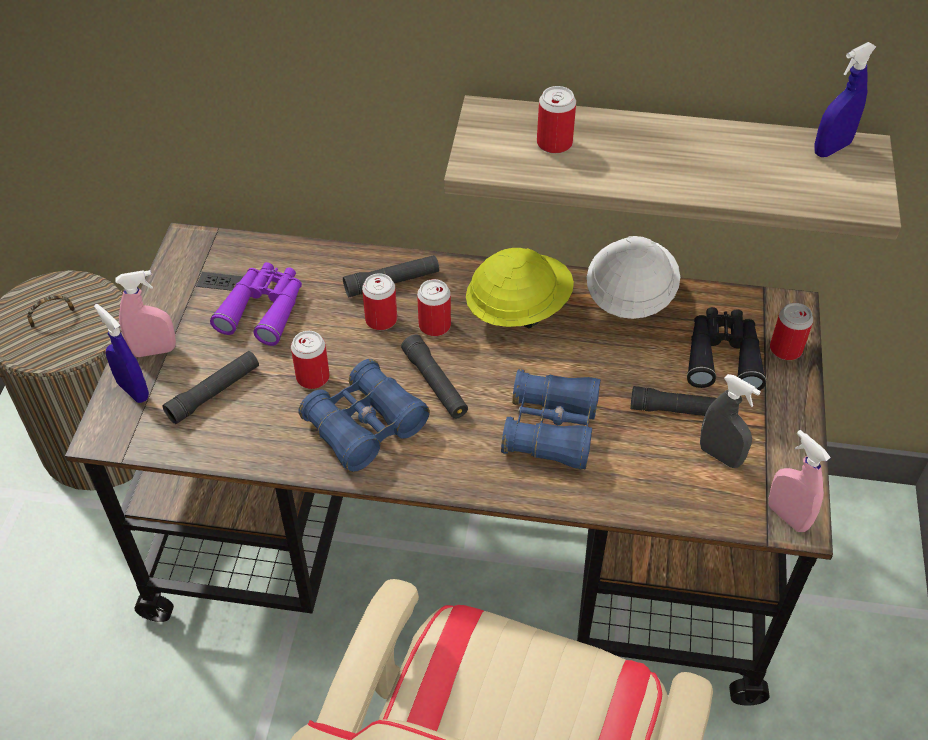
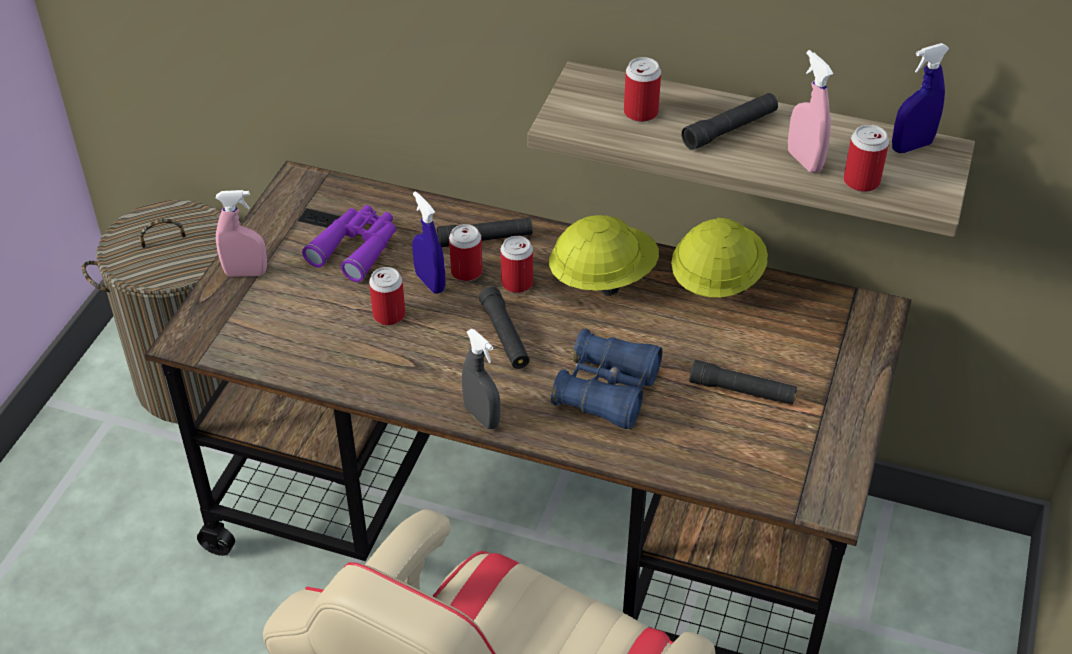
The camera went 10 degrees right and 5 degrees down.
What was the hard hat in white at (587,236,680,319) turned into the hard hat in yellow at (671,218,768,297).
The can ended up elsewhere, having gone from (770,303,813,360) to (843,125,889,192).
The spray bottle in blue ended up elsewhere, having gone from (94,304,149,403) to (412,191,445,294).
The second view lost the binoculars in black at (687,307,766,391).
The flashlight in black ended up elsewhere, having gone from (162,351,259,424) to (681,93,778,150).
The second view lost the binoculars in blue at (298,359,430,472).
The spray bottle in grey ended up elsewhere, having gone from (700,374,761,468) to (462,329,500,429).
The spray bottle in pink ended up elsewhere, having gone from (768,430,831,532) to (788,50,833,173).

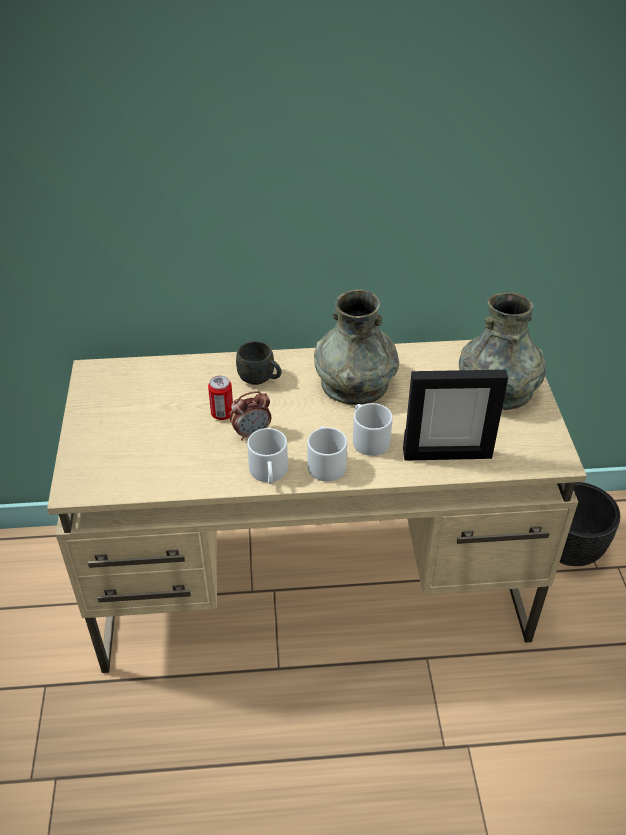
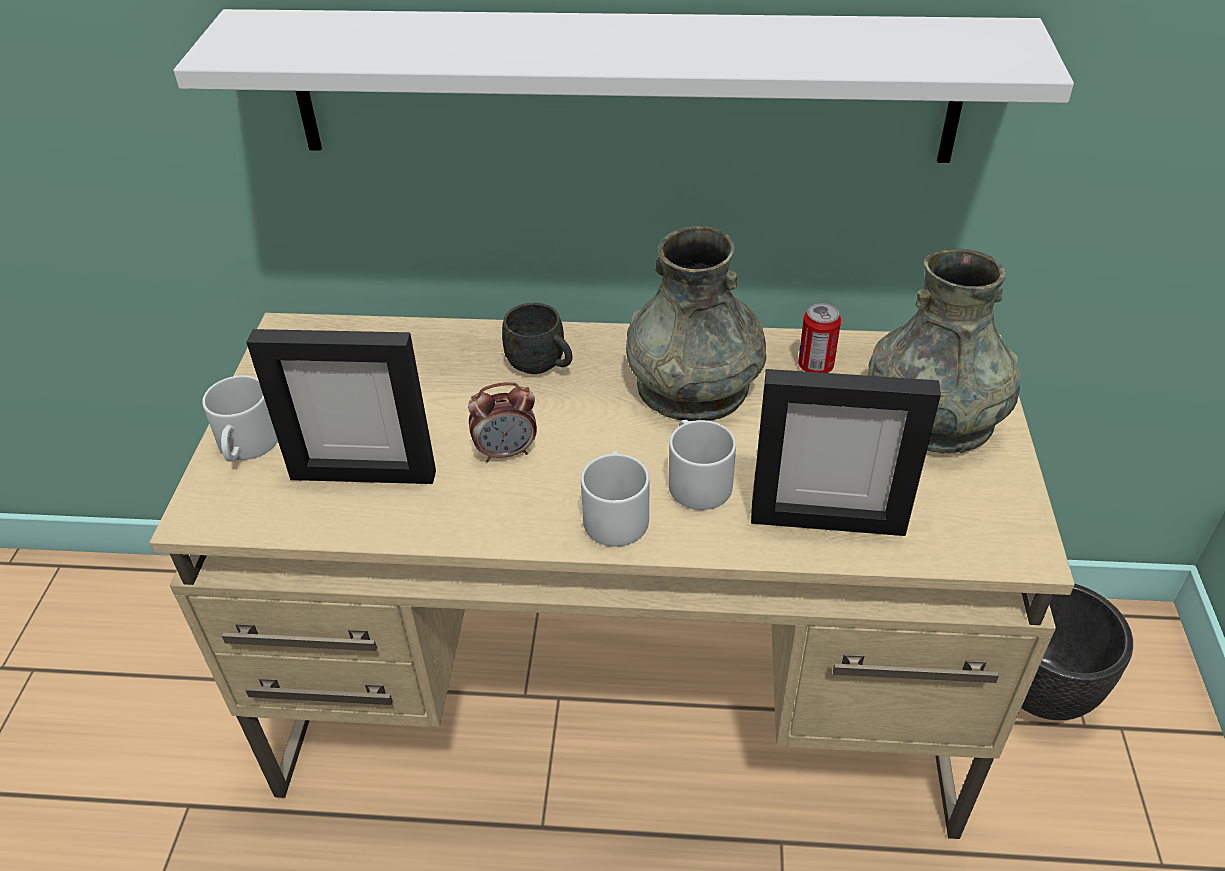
The camera went 10 degrees right and 0 degrees up.
The can ended up elsewhere, having gone from (208,376,233,420) to (798,303,841,373).
The mug in white ended up elsewhere, having gone from (247,428,288,484) to (202,376,278,462).
The second view gained the shelf in white at (174,9,1074,163).
The second view gained the picture frame at (246,329,436,484).

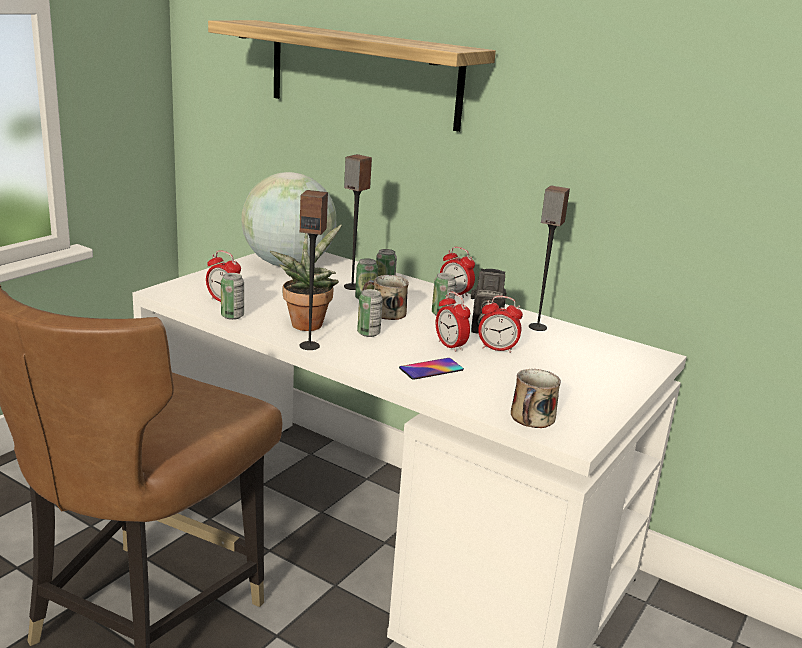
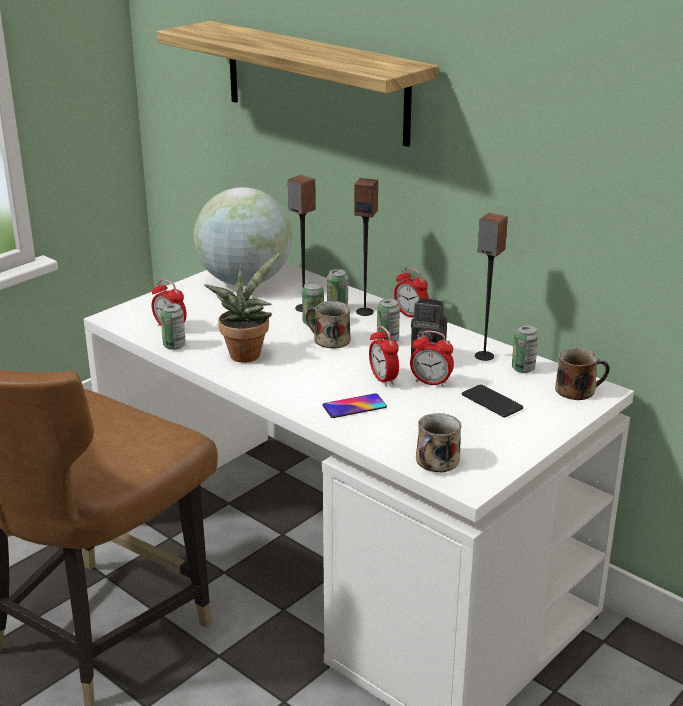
The camera went 10 degrees right and 5 degrees up.
The speaker ended up elsewhere, having gone from (299,190,328,350) to (354,178,378,316).
The can ended up elsewhere, having gone from (357,289,383,337) to (512,325,538,373).
The second view gained the mug at (555,348,610,400).
The second view gained the phone at (462,384,523,418).

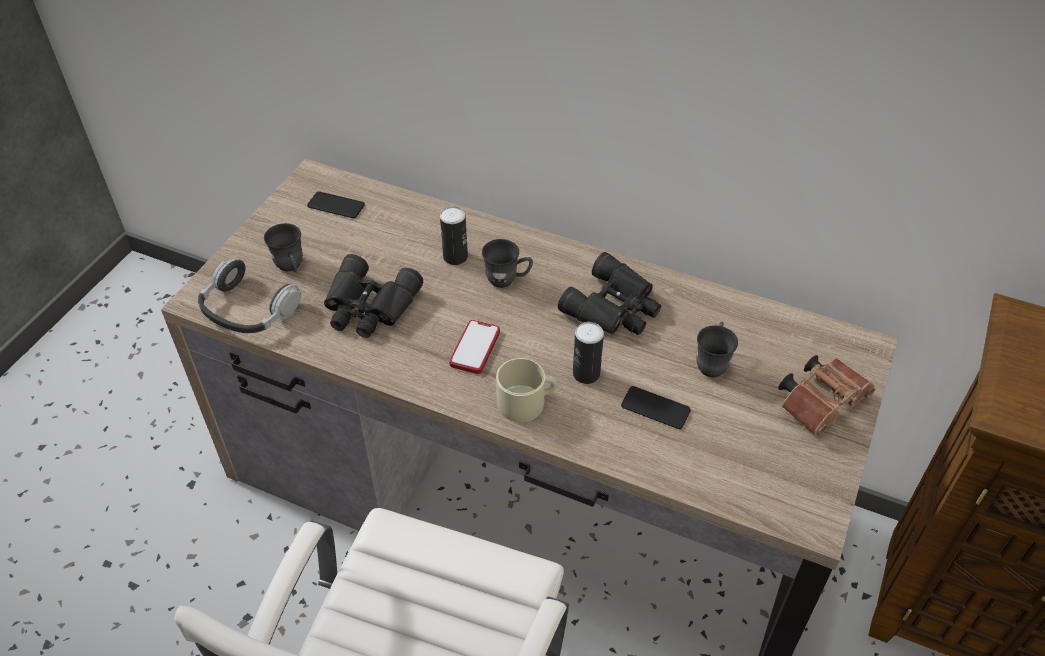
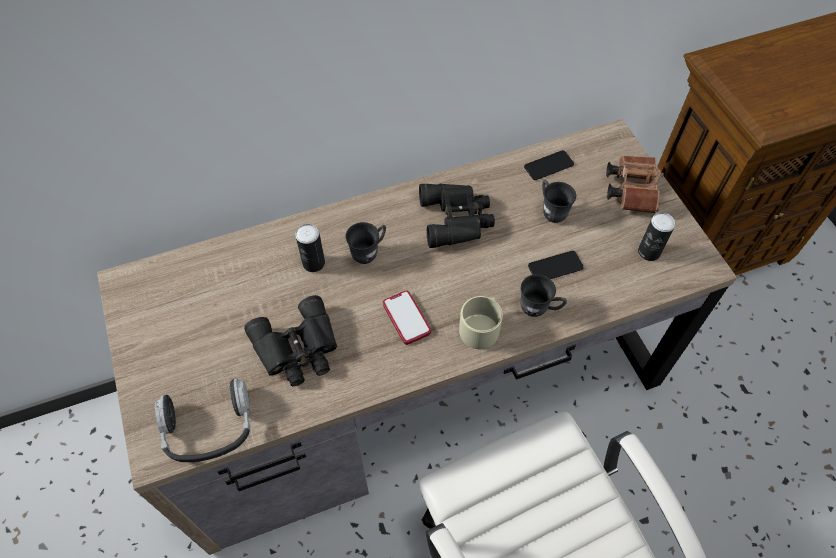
The camera went 45 degrees left and 10 degrees up.
The phone ended up elsewhere, having gone from (307,191,365,218) to (524,150,574,180).
The mug in grey ended up elsewhere, having gone from (264,223,303,272) to (520,274,567,317).
The can ended up elsewhere, having gone from (573,322,604,384) to (638,213,675,261).

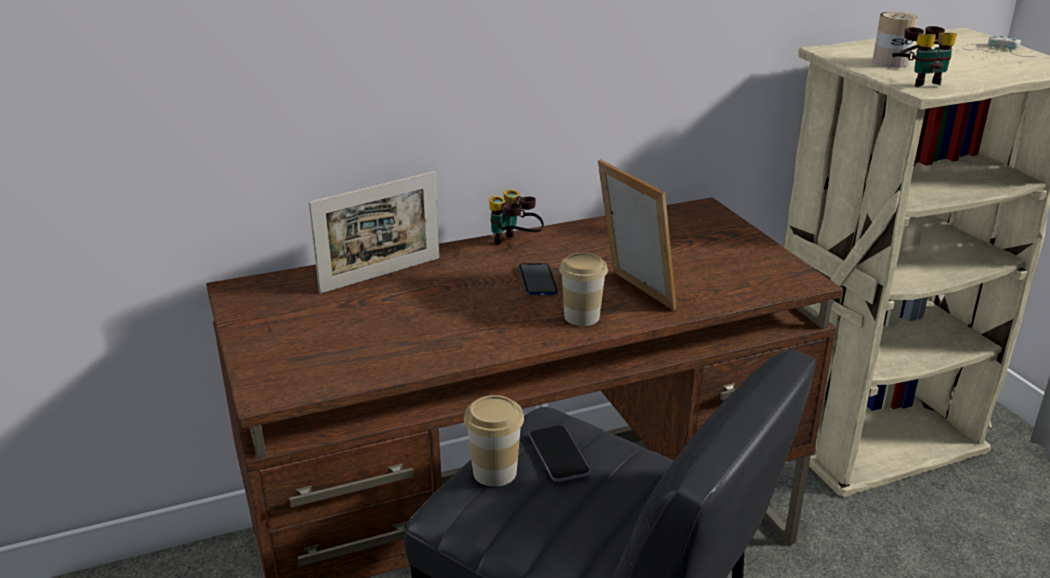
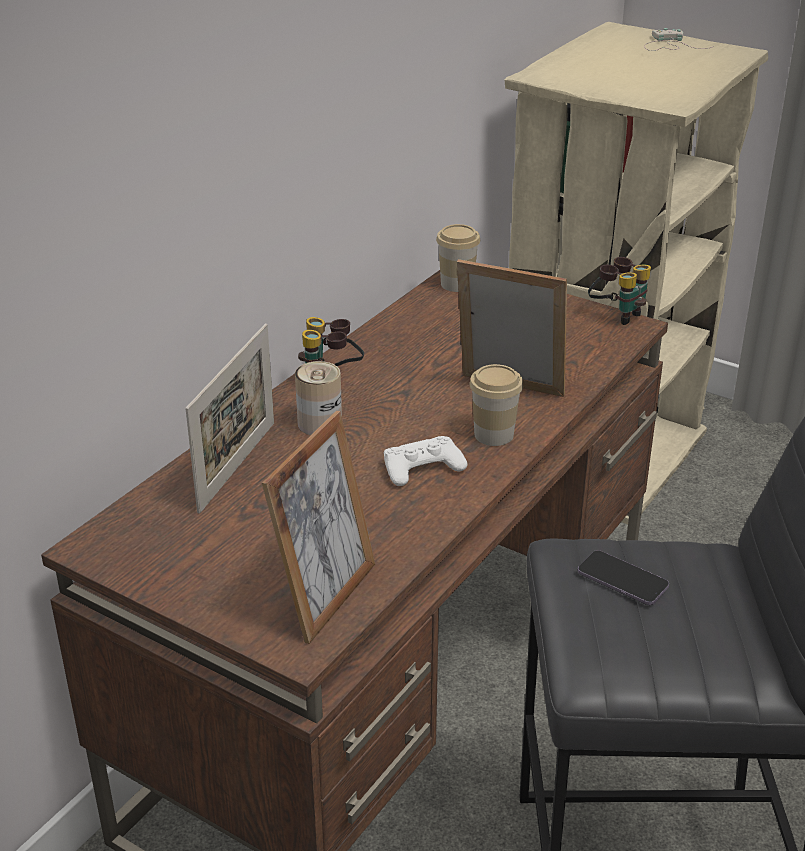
The camera went 35 degrees left and 5 degrees up.
The can ended up elsewhere, having gone from (872,11,918,68) to (295,361,342,435).
The binoculars ended up elsewhere, having gone from (892,26,957,87) to (588,257,651,325).
The second view lost the phone at (519,263,558,295).
The cup ended up elsewhere, having gone from (464,395,524,487) to (436,224,480,292).
The second view gained the picture frame at (262,411,375,644).
The second view gained the game controller in white at (384,436,467,486).

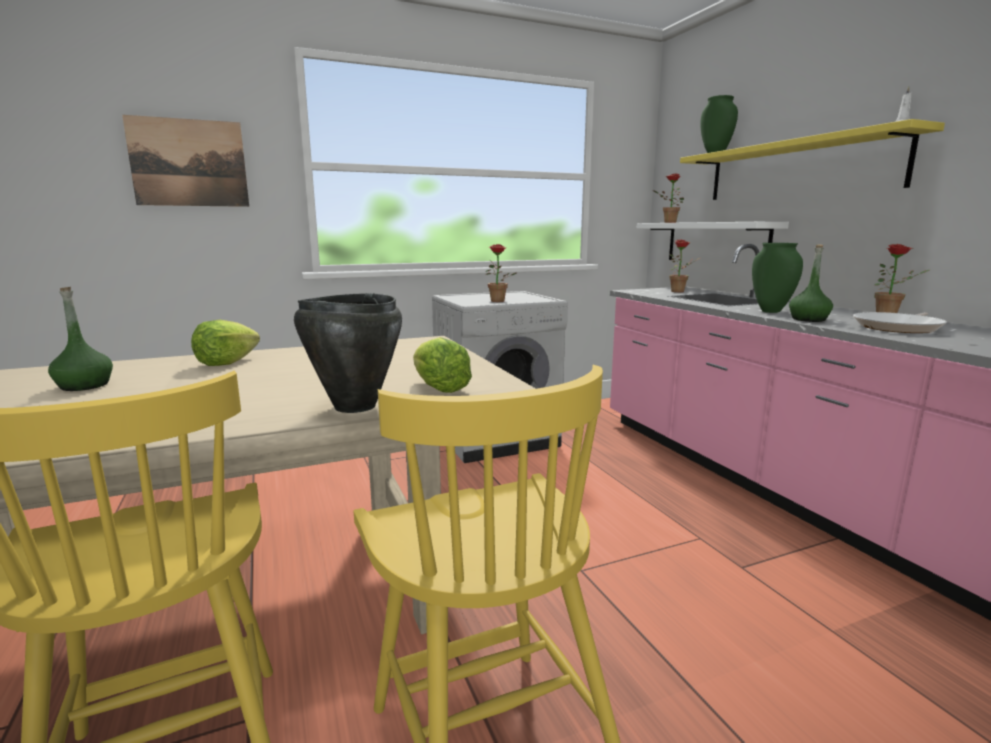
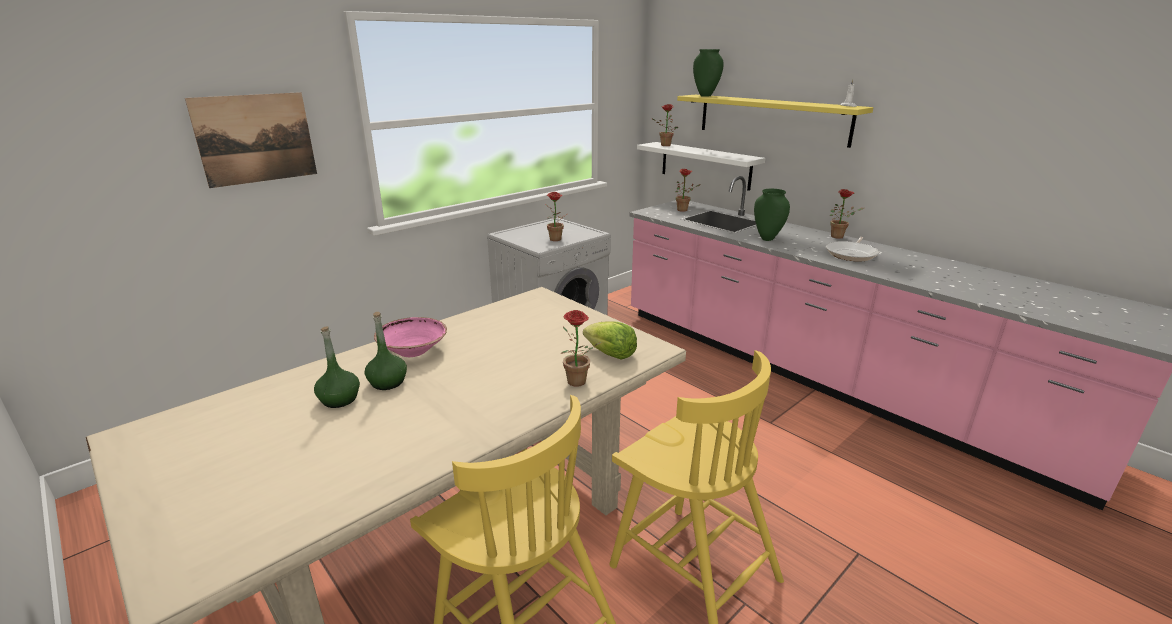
The camera went 20 degrees left and 10 degrees up.
The bottle in green ended up elsewhere, having gone from (789,245,833,322) to (364,312,407,390).
Where the cooking pot in black stood at (294,293,402,413), the potted plant came to stand at (561,310,601,387).
Where the lettuce stood at (191,320,260,366), the bowl in pink came to stand at (374,317,447,357).

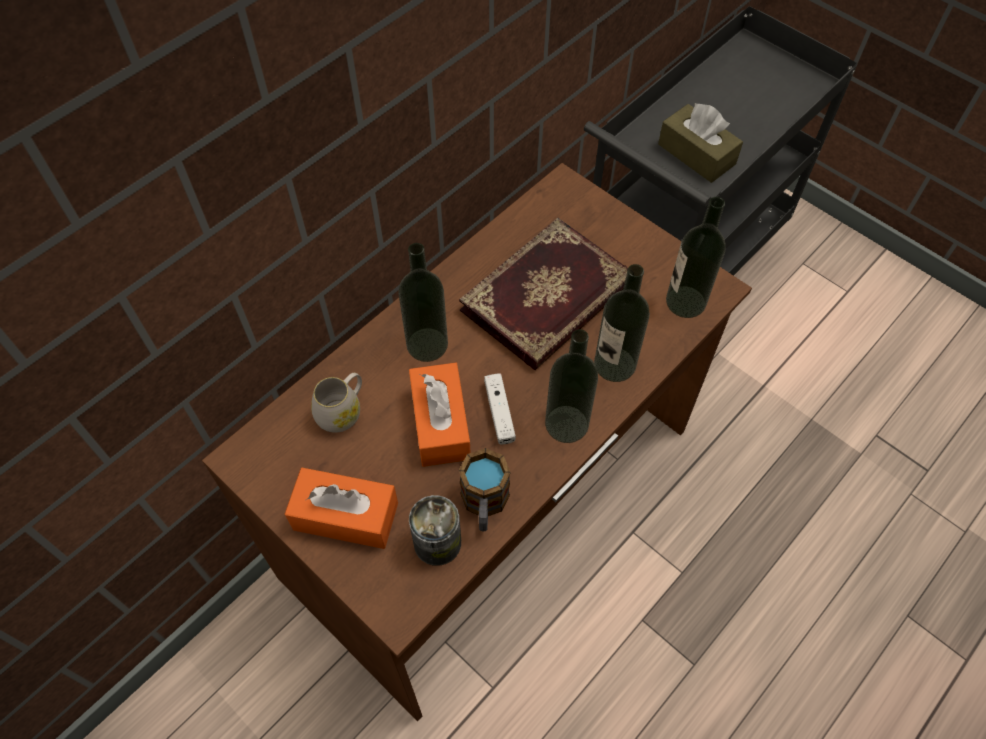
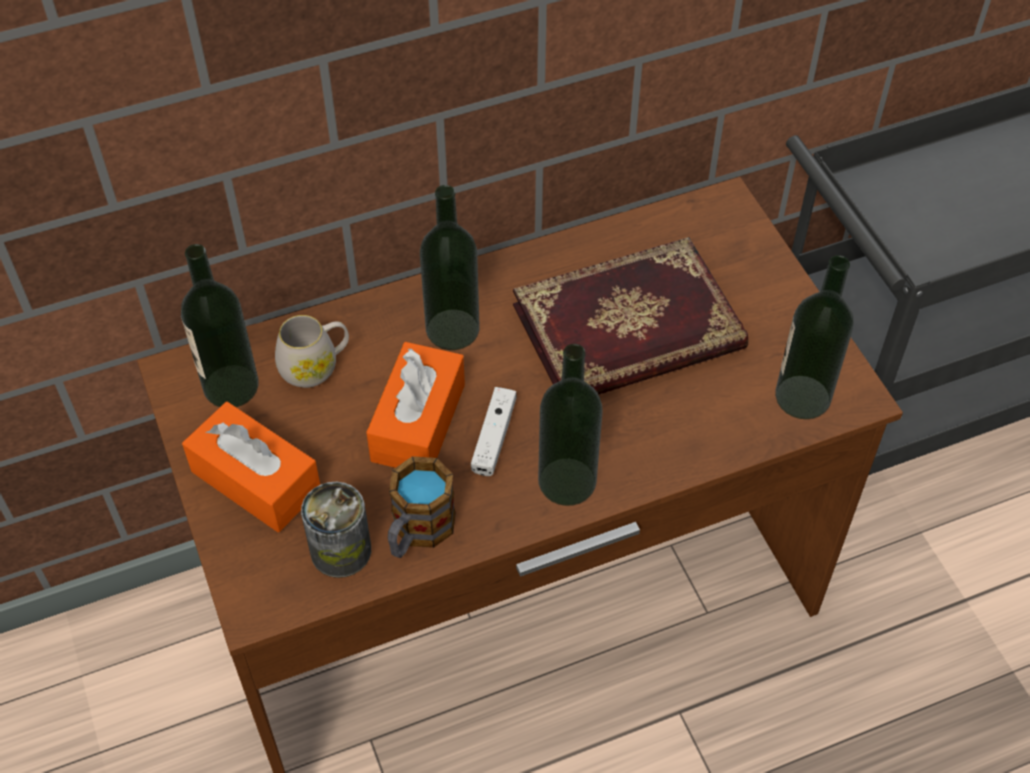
The camera went 25 degrees right and 5 degrees down.
The second view lost the tissue box in brown at (658,103,743,183).
The bottle ended up elsewhere, having gone from (594,264,650,382) to (181,244,259,407).

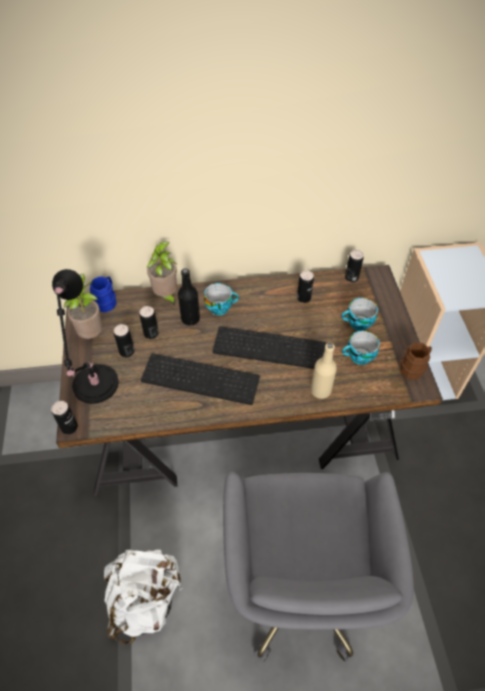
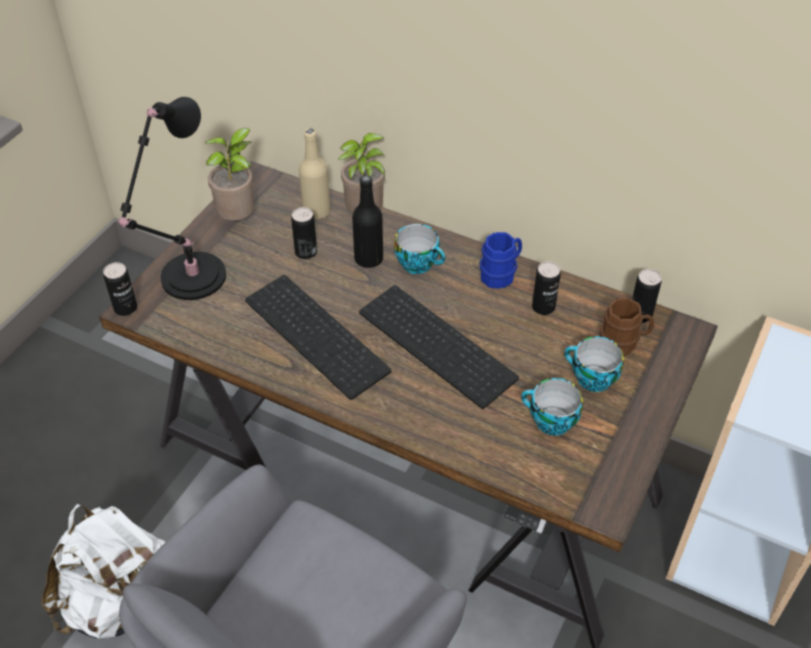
The camera went 35 degrees right and 5 degrees down.
The mug in blue ended up elsewhere, having gone from (90,276,117,313) to (480,232,522,289).
The second view lost the can at (114,324,135,357).
The mug in brown ended up elsewhere, having gone from (400,342,432,380) to (600,298,654,356).
The bottle in beige ended up elsewhere, having gone from (311,343,337,399) to (299,128,330,220).

